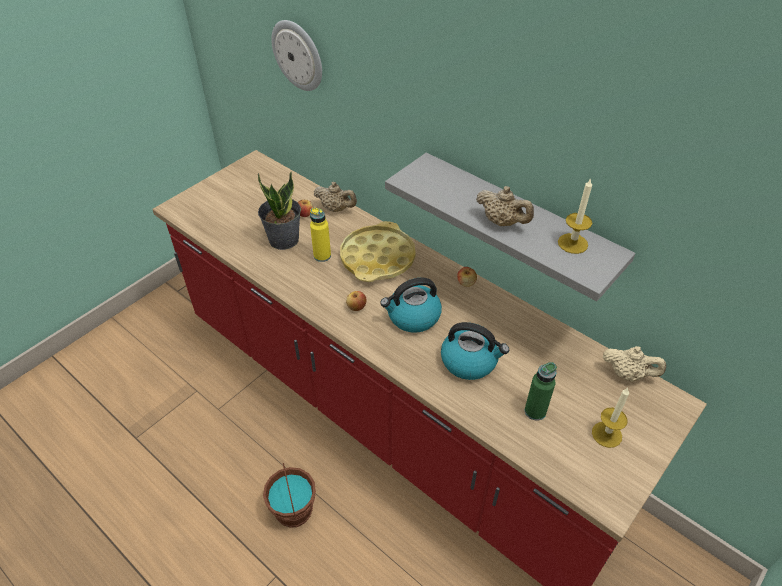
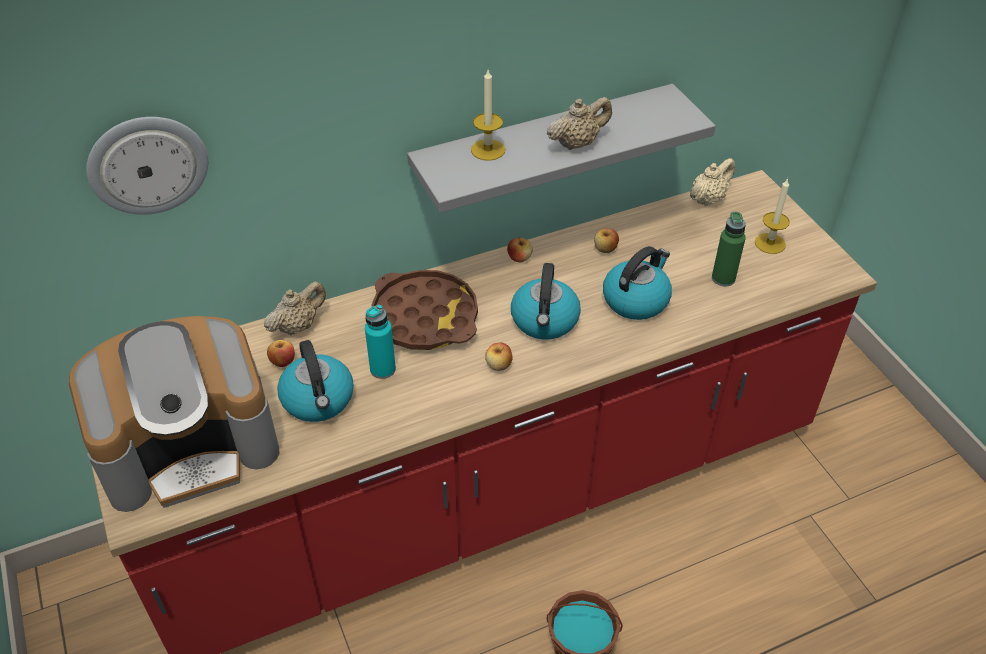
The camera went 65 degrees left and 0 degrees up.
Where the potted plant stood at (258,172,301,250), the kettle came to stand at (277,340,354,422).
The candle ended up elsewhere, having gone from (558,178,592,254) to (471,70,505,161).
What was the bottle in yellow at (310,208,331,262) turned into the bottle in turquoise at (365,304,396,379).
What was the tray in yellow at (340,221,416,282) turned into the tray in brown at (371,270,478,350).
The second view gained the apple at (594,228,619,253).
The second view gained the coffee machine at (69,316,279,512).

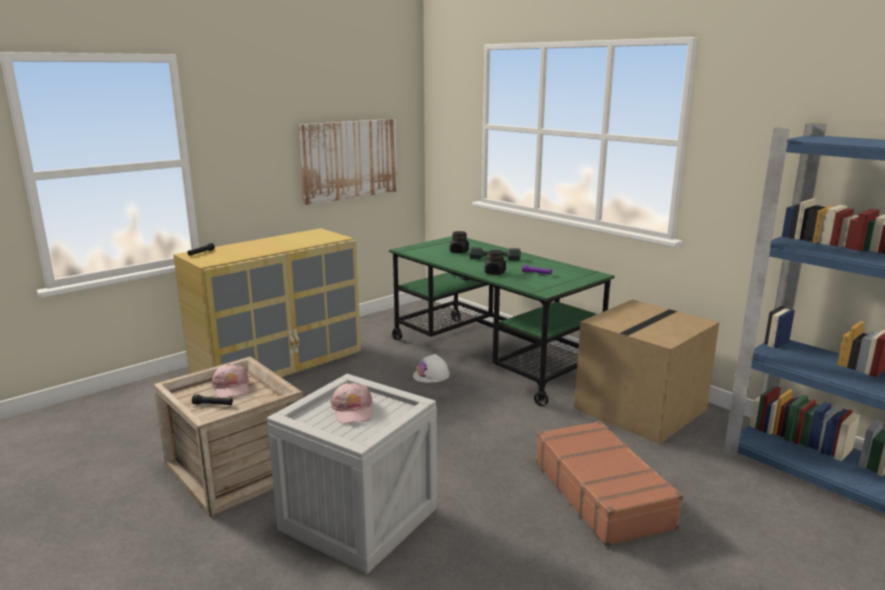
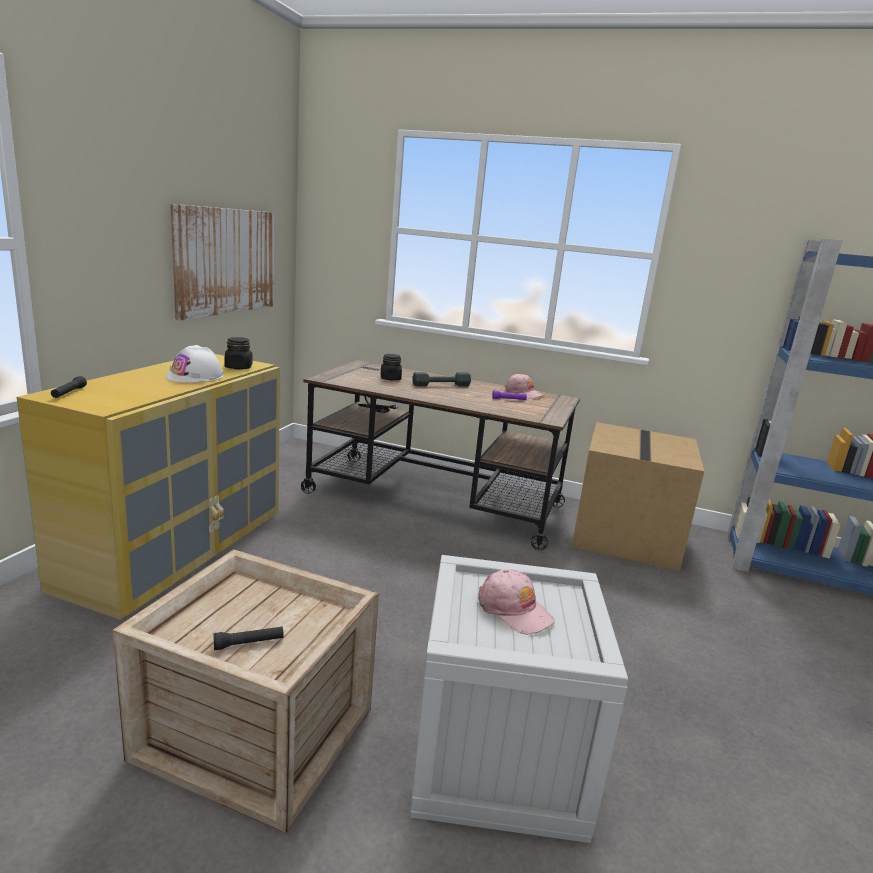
The camera went 30 degrees left and 0 degrees up.
What was the desk in green at (389,236,615,407) turned into the desk in brown at (301,360,580,550).
The jar in black ended up elsewhere, having gone from (484,250,506,275) to (224,337,252,369).
The hard hat in white ended up elsewhere, having gone from (413,354,450,383) to (165,345,223,383).
The cap in pink ended up elsewhere, having gone from (211,364,249,398) to (504,373,544,399).
The second view lost the suitcase in brown at (536,421,683,546).

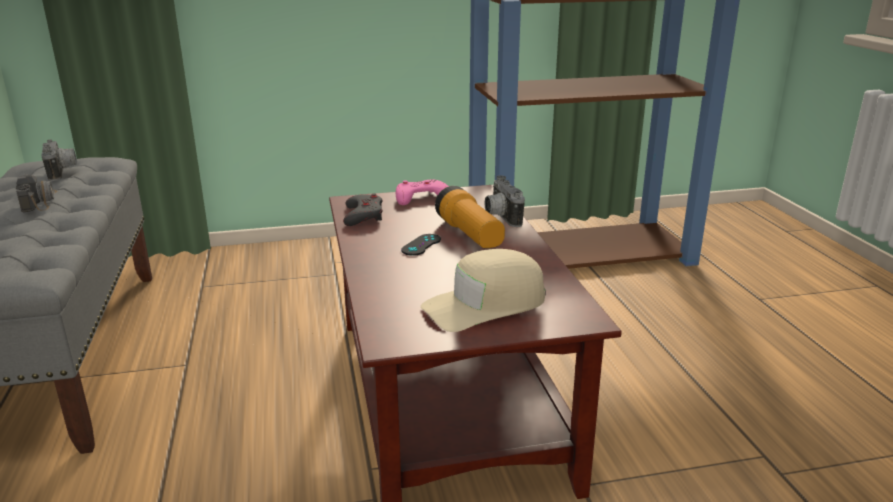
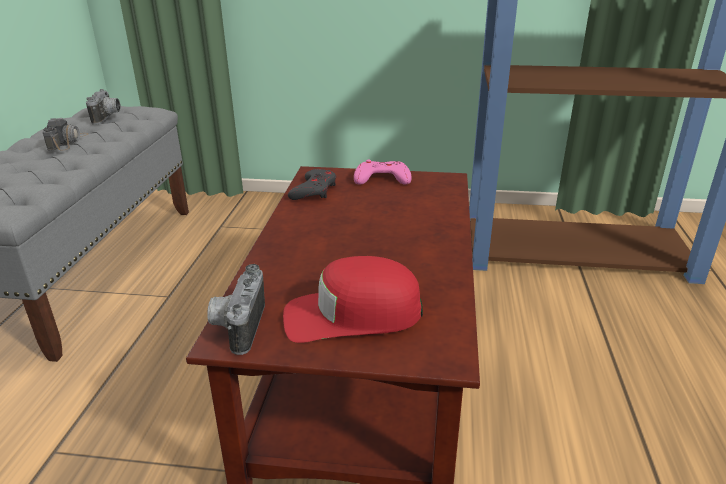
The camera went 20 degrees right and 5 degrees up.
The photo camera ended up elsewhere, having gone from (485,175,525,227) to (207,264,265,355).
The second view lost the flashlight at (435,186,505,248).
The second view lost the game controller in black at (401,234,441,256).
What was the cap in beige at (421,249,546,332) turned into the cap in red at (283,256,423,343).

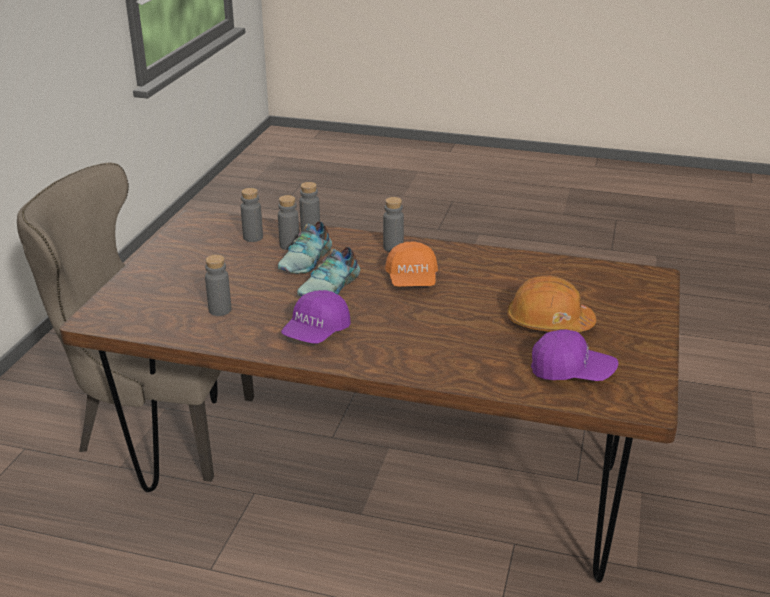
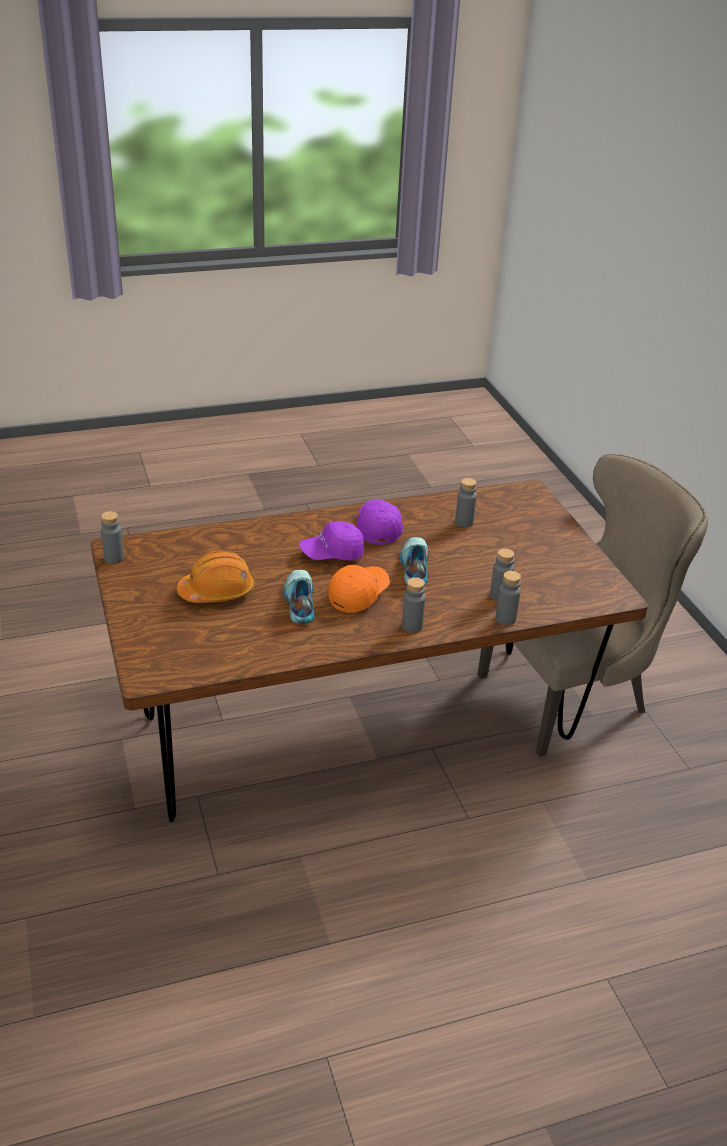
The camera went 145 degrees right and 5 degrees up.
The bottle in grey ended up elsewhere, having gone from (241,188,263,242) to (101,511,124,564).
The shoe ended up elsewhere, having gone from (278,221,332,274) to (283,570,315,624).
The cap in orange at (385,241,438,287) ended up facing another way, 75 degrees clockwise from before.
The cap in purple ended up elsewhere, having gone from (531,330,618,381) to (299,521,364,560).

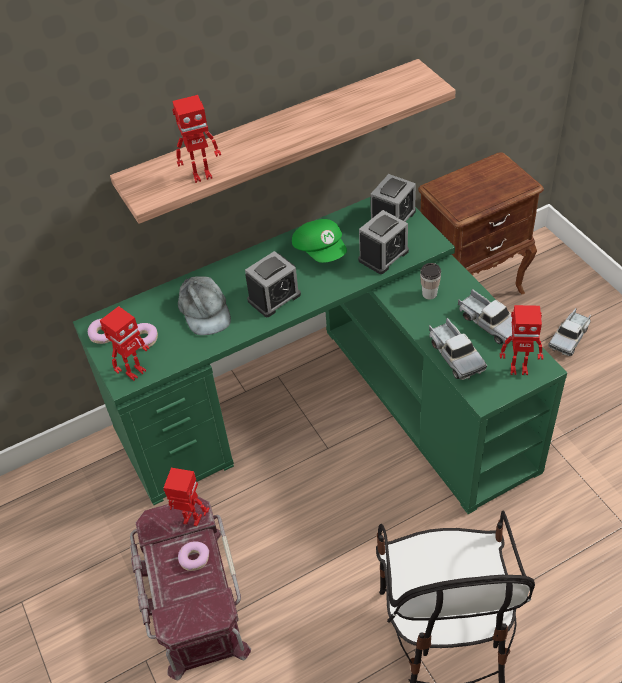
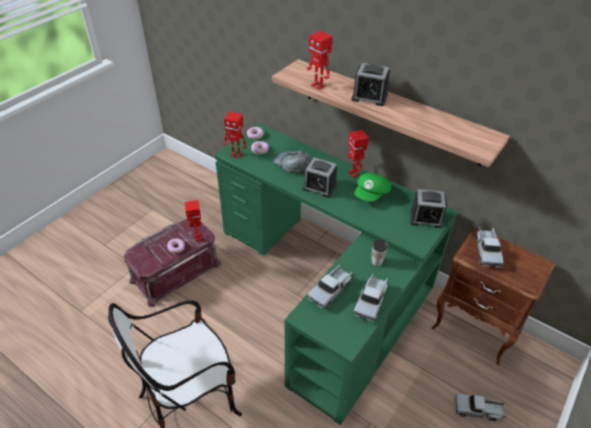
The camera went 60 degrees right and 5 degrees down.
The alarm clock ended up elsewhere, having gone from (358,210,409,274) to (351,63,390,106).
The cap in grey at (178,276,231,335) ended up facing another way, 90 degrees clockwise from before.
The toy robot ended up elsewhere, having gone from (500,305,543,375) to (348,130,369,178).
The second view gained the toy truck at (476,226,504,268).

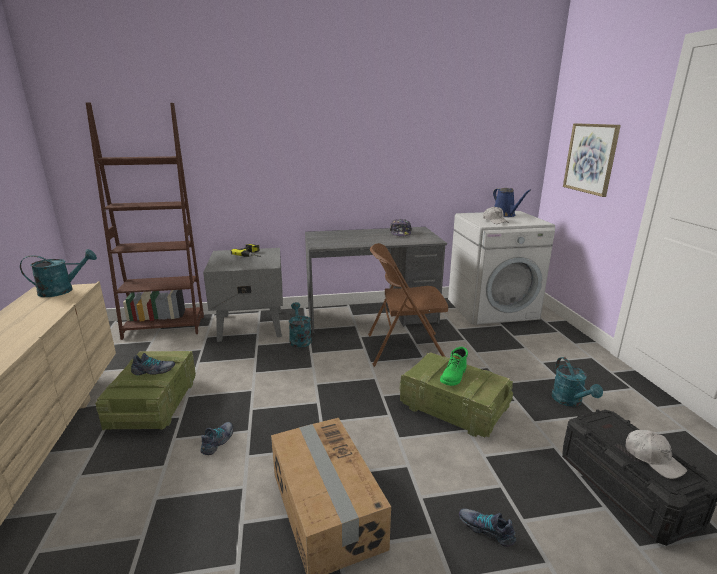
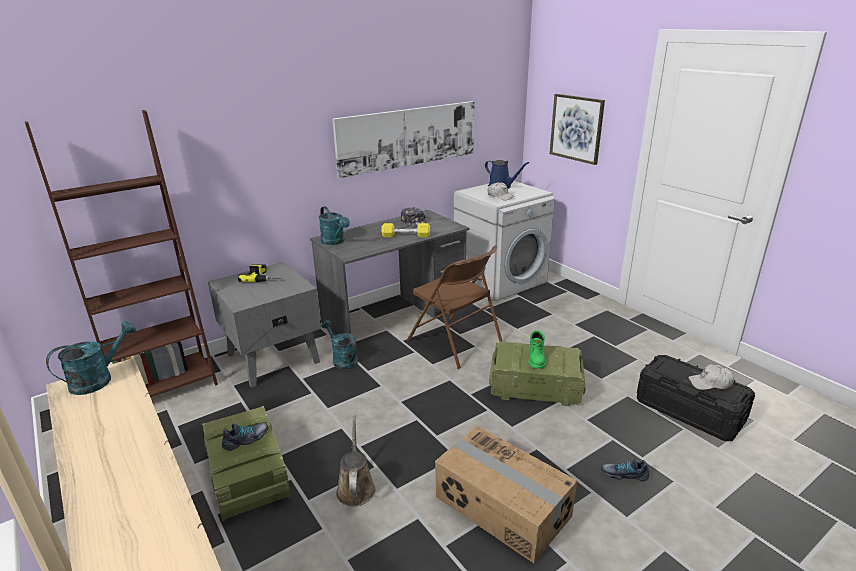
The camera went 25 degrees left and 5 degrees up.
The chair in brown at (368,243,448,367) ended up facing another way, 105 degrees counterclockwise from before.
The watering can in turquoise ended up elsewhere, having gone from (551,357,603,407) to (319,206,350,245).
Where the shoe stood at (200,422,234,455), the watering can in brown came to stand at (336,415,376,507).
The cap in white at (626,430,687,479) ended up facing another way, 150 degrees clockwise from before.
The second view gained the picture at (332,101,475,179).
The second view gained the dumbbell in yellow at (382,223,430,237).

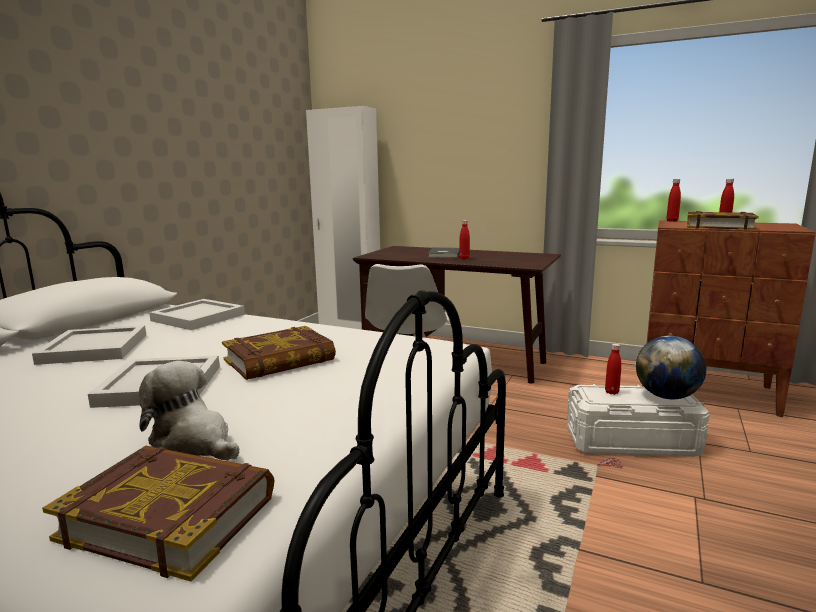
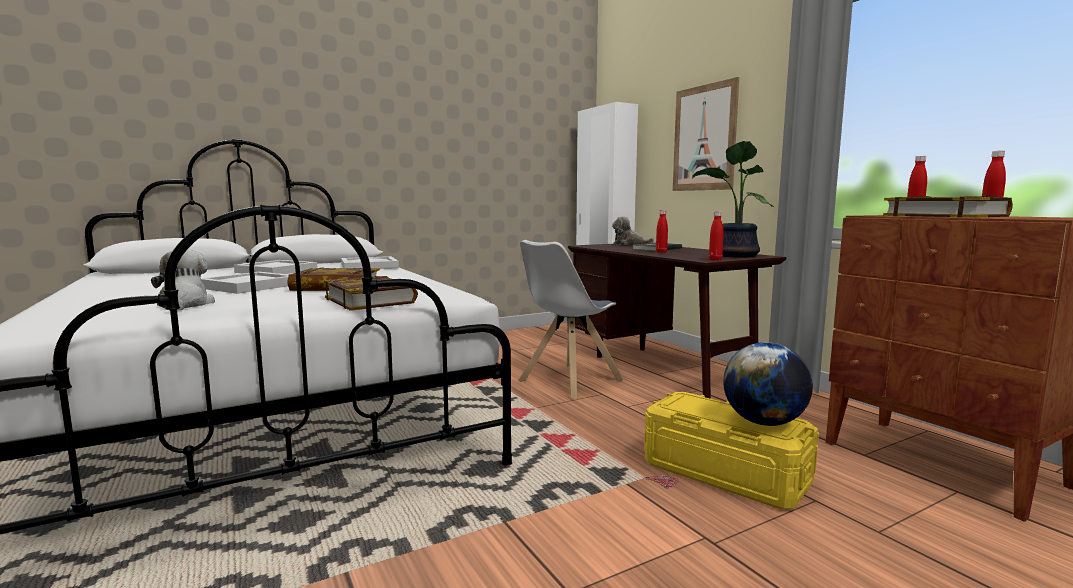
The camera went 35 degrees right and 5 degrees down.
The bottle in red ended up elsewhere, having gone from (605,344,621,395) to (709,211,724,260).
What was the storage box in white at (567,384,709,457) turned into the storage box in yellow at (644,392,819,509).
The book ended up elsewhere, having gone from (42,446,274,582) to (324,276,418,311).
The second view gained the picture at (673,77,739,191).
The second view gained the potted plant at (692,141,774,258).
The second view gained the plush toy at (612,216,654,245).

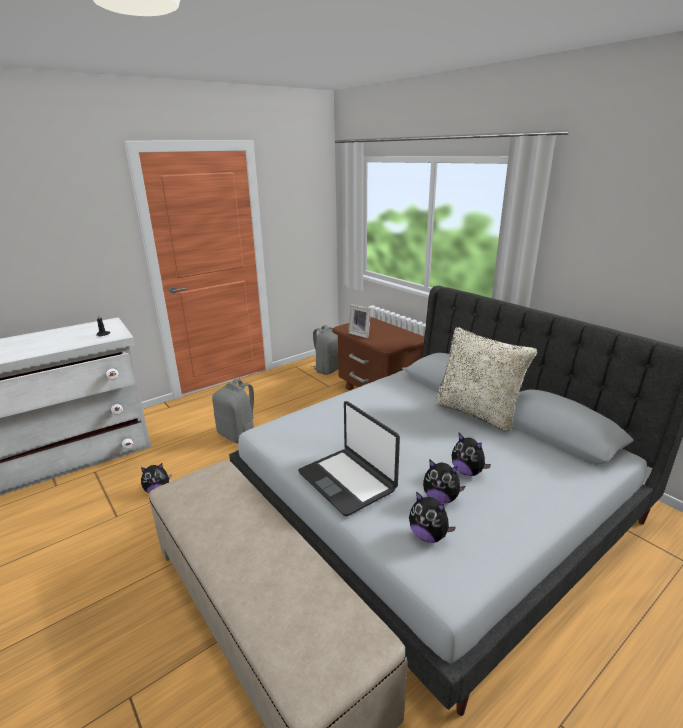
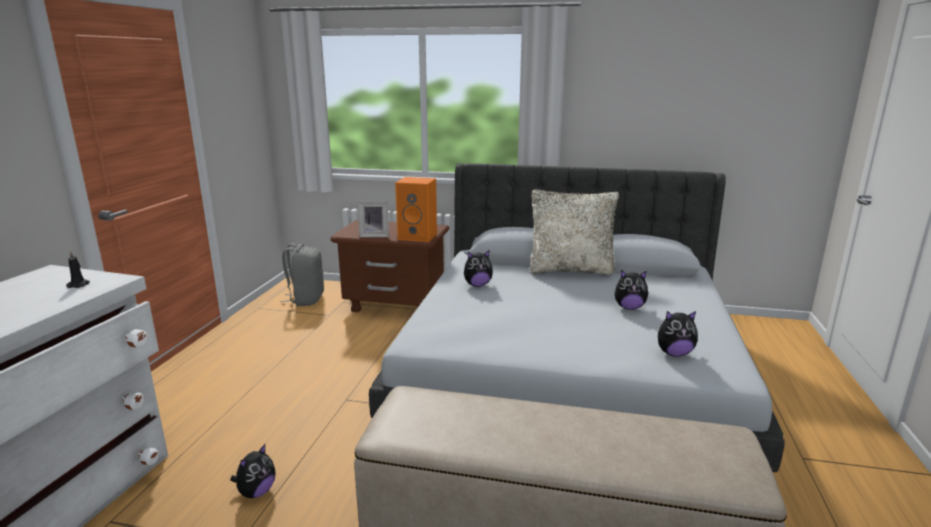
The camera went 40 degrees left and 5 degrees down.
The second view lost the backpack in grey at (212,379,254,444).
The second view lost the laptop at (298,401,400,516).
The plush toy ended up elsewhere, having gone from (423,460,465,504) to (464,251,493,287).
The second view gained the speaker in orange at (395,177,437,242).

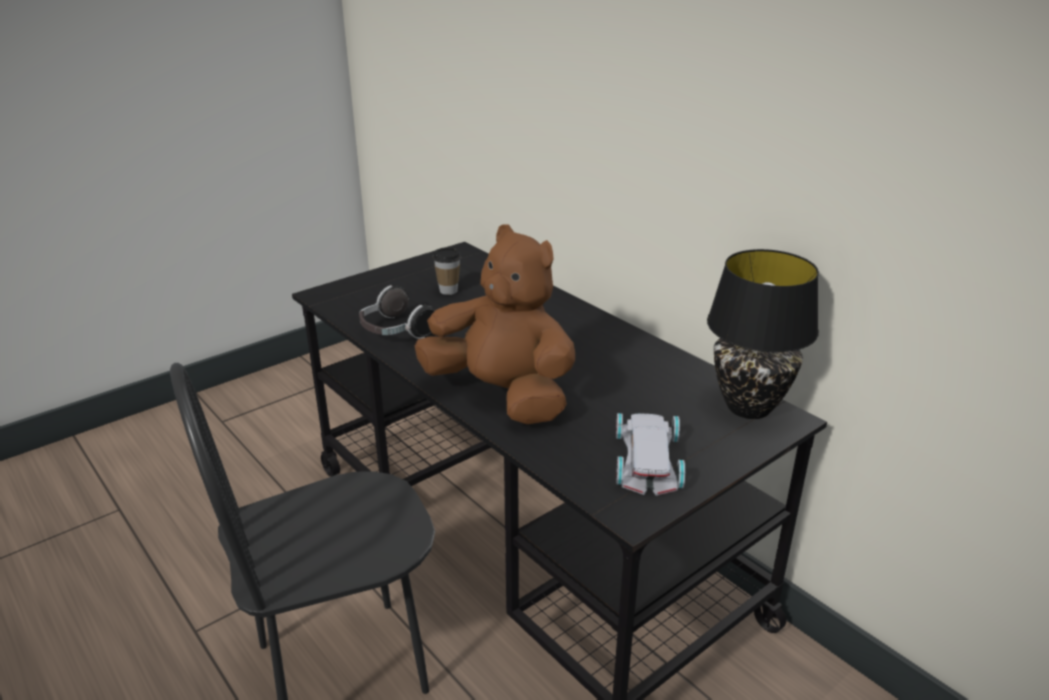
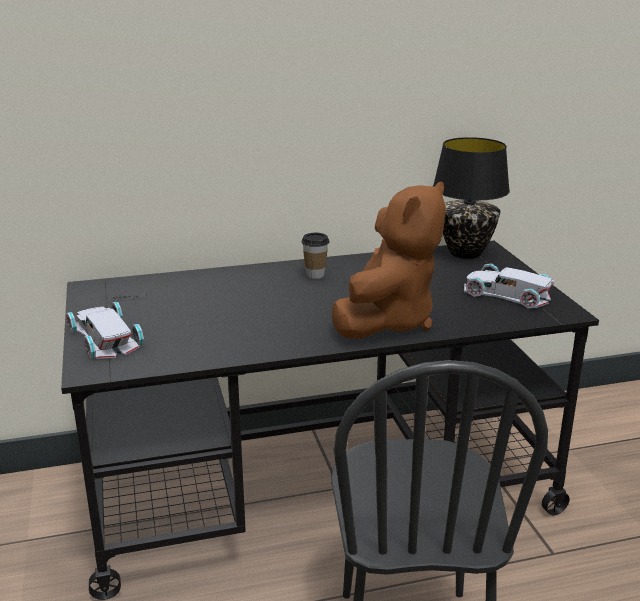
The camera went 65 degrees left and 5 degrees down.
The plush toy in brown at (415,224,575,424) ended up facing another way, 150 degrees clockwise from before.
The cup ended up elsewhere, having gone from (433,247,461,295) to (302,233,329,279).
The second view lost the headphones at (359,285,435,339).
The second view gained the toy car in white at (66,302,144,359).

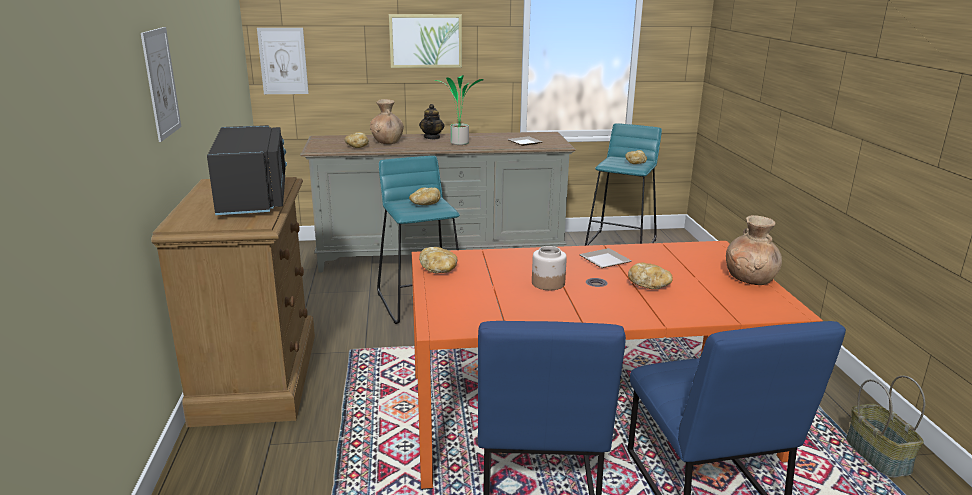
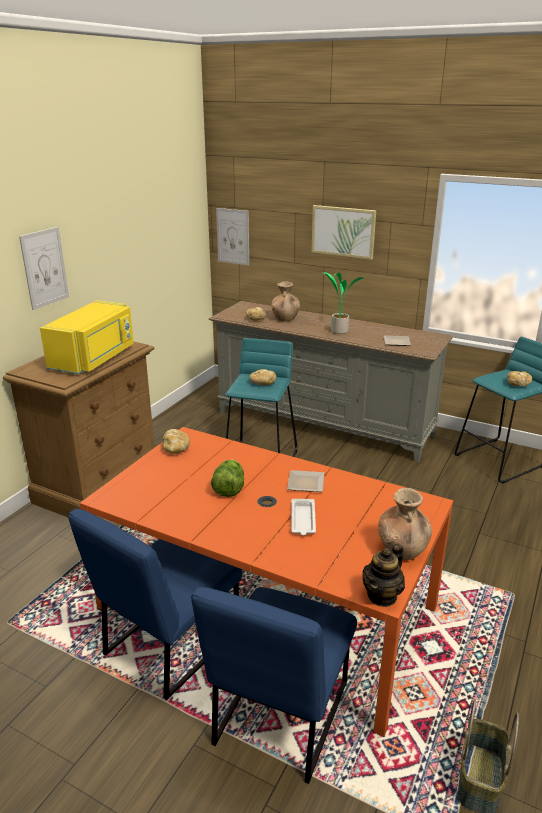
The camera went 35 degrees right and 5 degrees up.
The teapot ended up elsewhere, having gone from (419,104,444,139) to (362,544,405,607).
What was the microwave in black at (207,125,287,215) turned into the microwave in yellow at (40,300,134,374).
Where the jar stood at (532,246,567,290), the lettuce came to stand at (211,459,244,497).
Where the bread stood at (628,263,673,289), the tray in white came to stand at (291,499,316,536).

